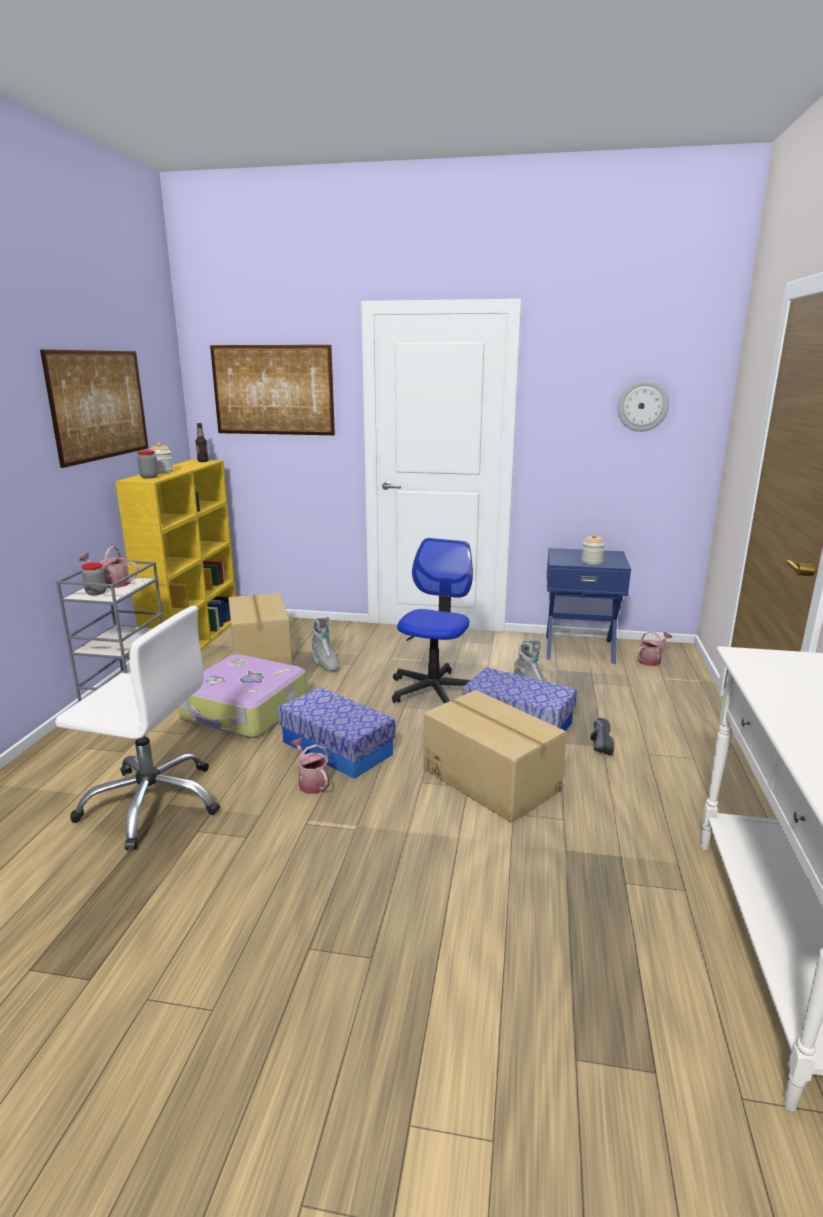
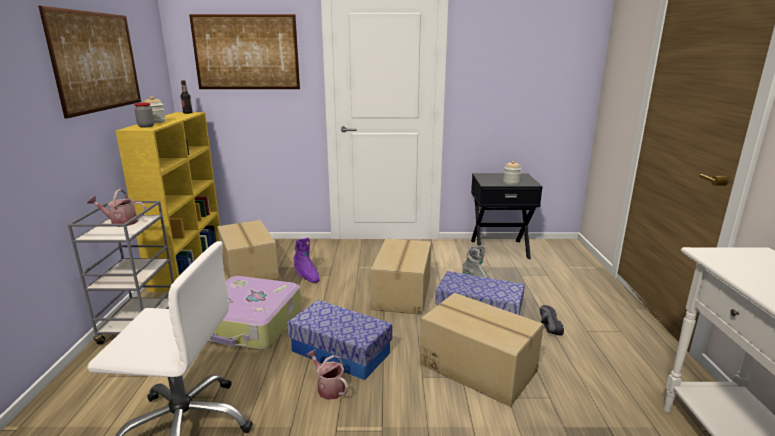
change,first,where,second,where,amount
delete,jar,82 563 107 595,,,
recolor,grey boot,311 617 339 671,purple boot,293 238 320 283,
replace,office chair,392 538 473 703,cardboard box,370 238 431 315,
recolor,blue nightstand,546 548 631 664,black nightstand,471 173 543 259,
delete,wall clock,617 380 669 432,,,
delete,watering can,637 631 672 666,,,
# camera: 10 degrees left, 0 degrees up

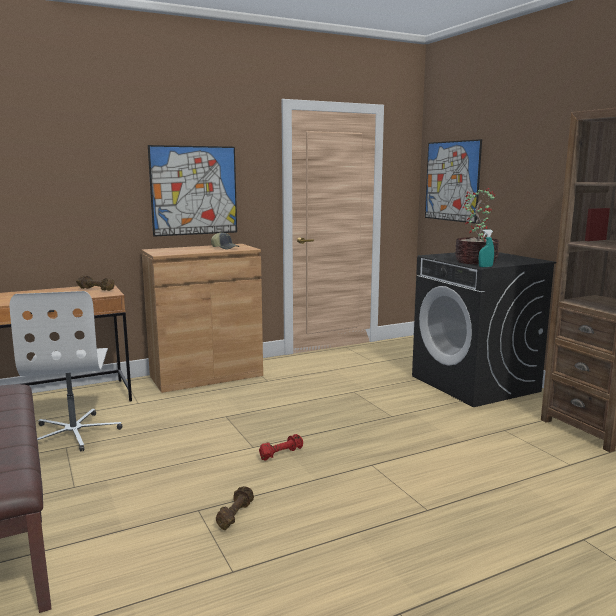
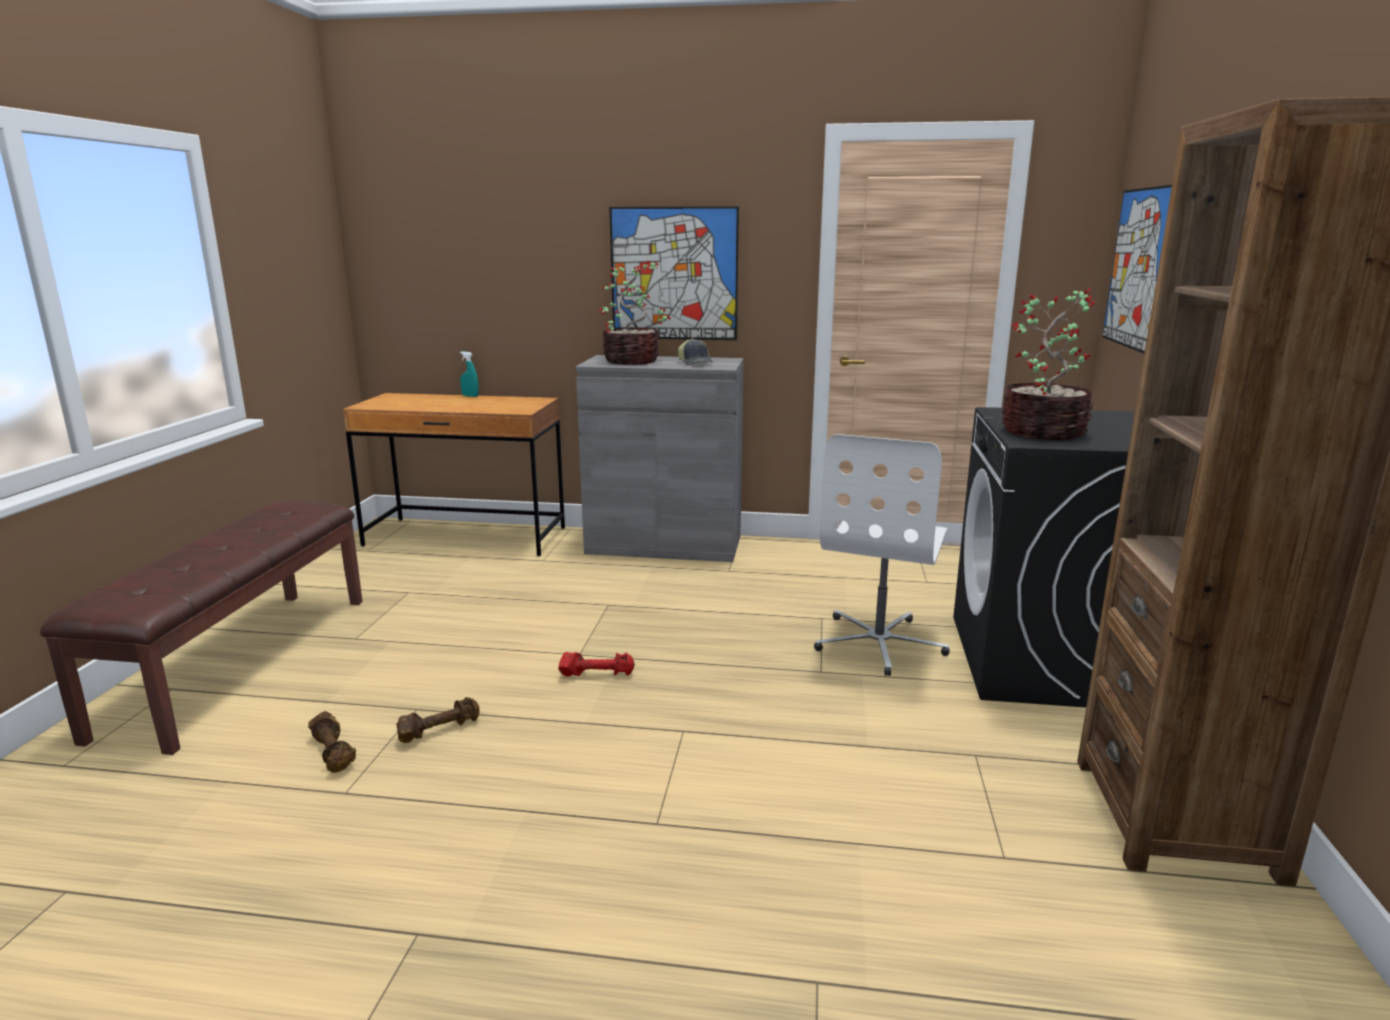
change,first,where,second,where,amount
move,white office chair,10 291 122 451,,814 434 950 676,
move,brown dumbbell,76 275 115 291,,308 711 356 773,
recolor,brown cabinet,141 244 263 393,grey cabinet,576 355 744 562,
move,turquoise spray bottle,479 230 494 267,,460 352 478 397,
insert,,,potted plant,599 261 671 365,
# camera: 35 degrees right, 5 degrees up

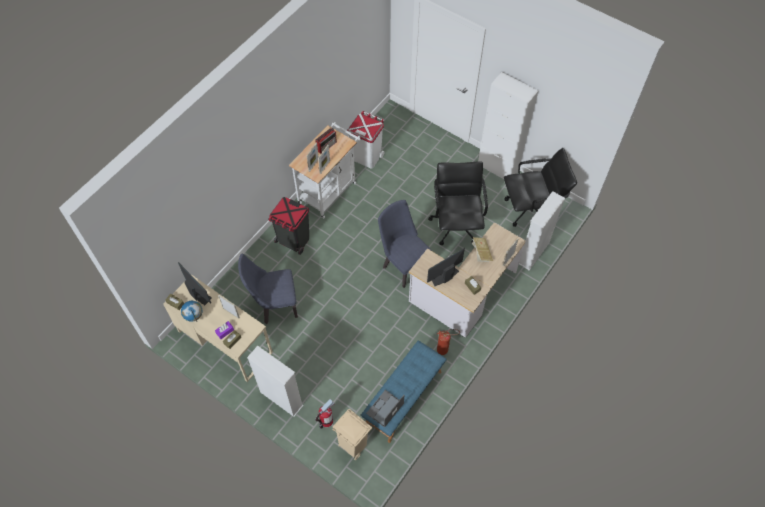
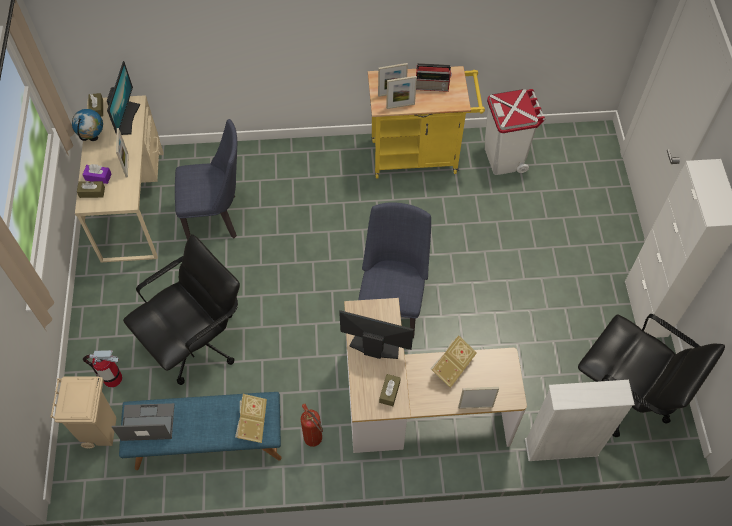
change,first,where,second,where,amount
rotate,blue chair,238 253 298 324,,175 119 237 240,135 degrees clockwise
delete,white bookcase,247 346 304 417,,,
delete,black trash can,268 197 309 255,,,
recolor,white cart,289 122 360 219,yellow cart,368 66 485 179,
move,black office chair,428 162 488 245,,123 234 240 385,
insert,,,book,235 394 267 443,
# camera: 50 degrees right, 0 degrees up

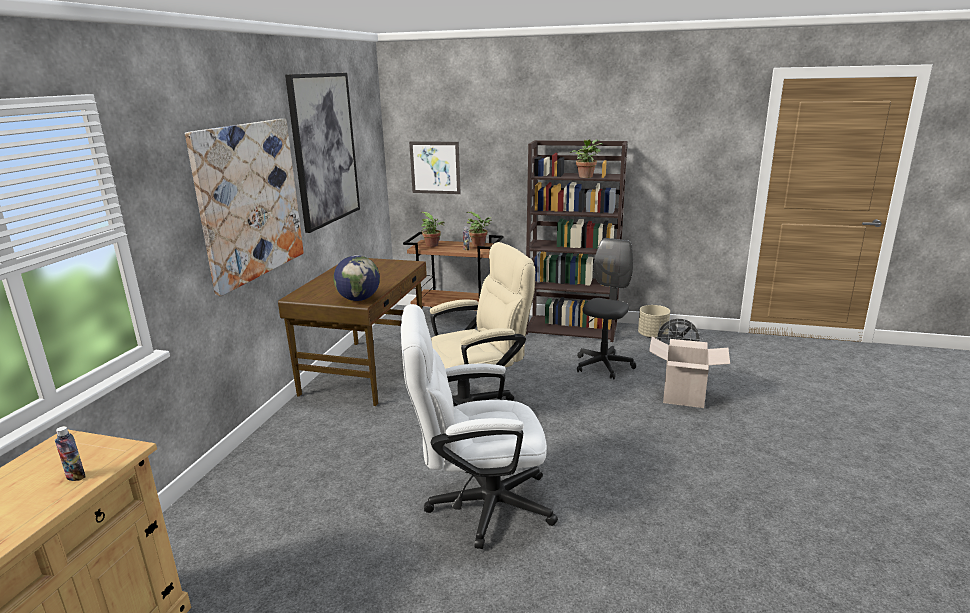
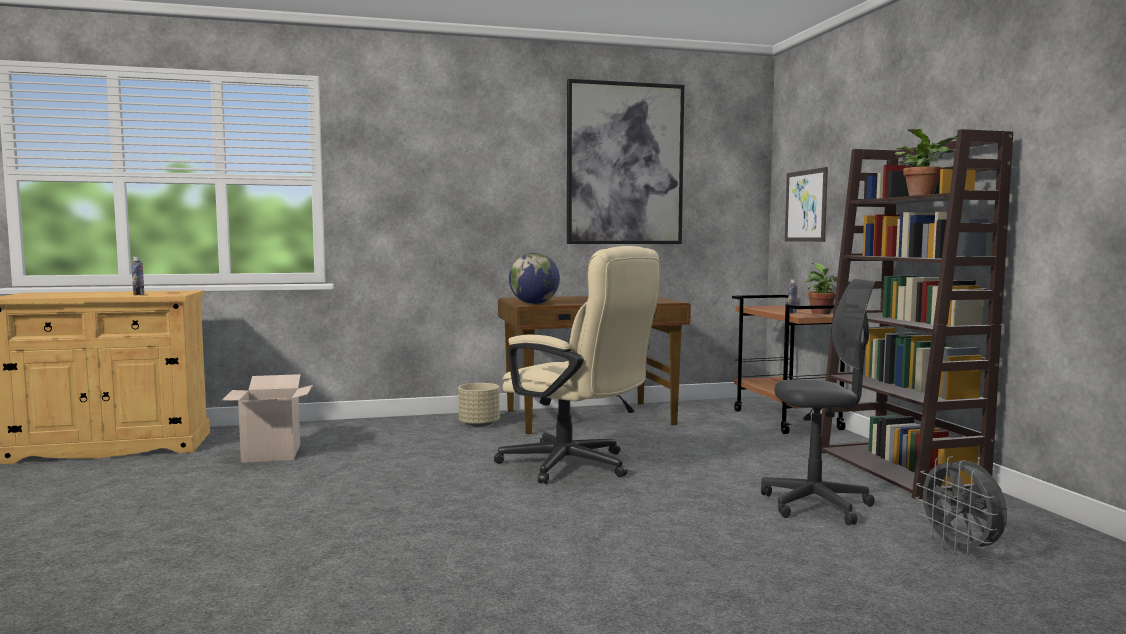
change,first,where,second,where,amount
delete,picture,185 119 304 296,,,
delete,white office chair,401 304 558 549,,,
delete,potted plant,421 212 445 247,,,
move,beige planter,638 305 670 338,,458 383 500 427,
move,cardboard box,649 337 730 408,,222 374 313 463,
# camera: 60 degrees right, 15 degrees down

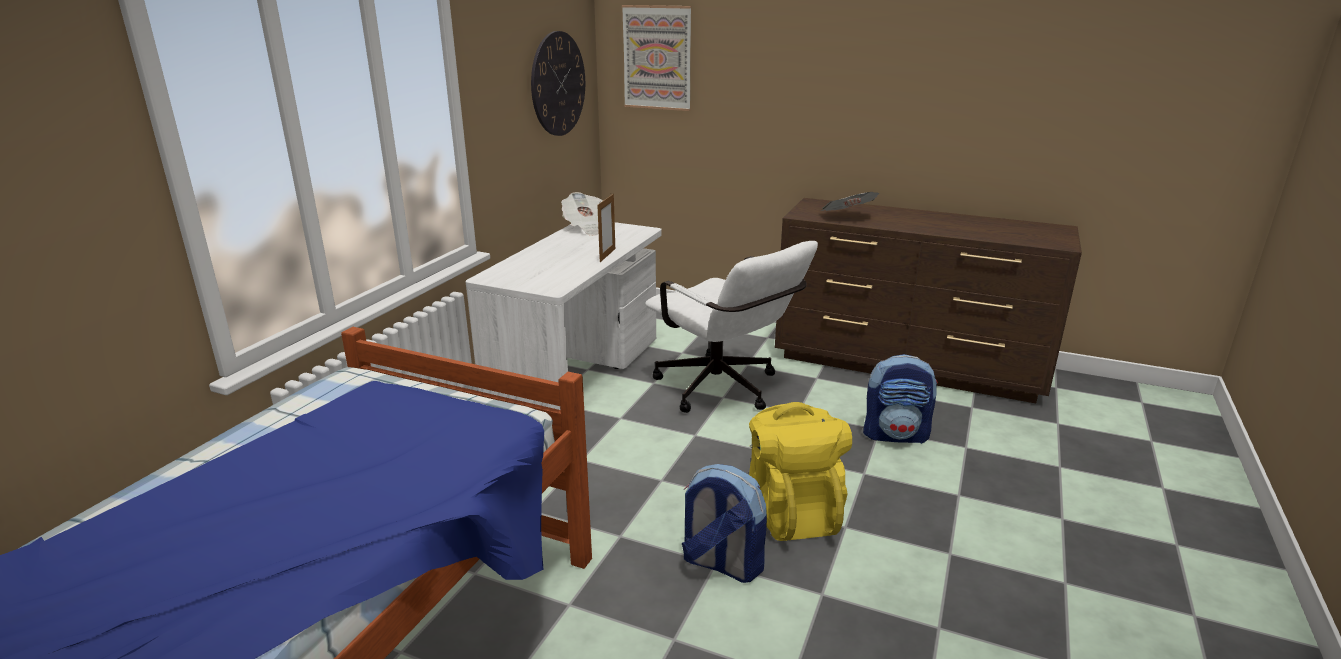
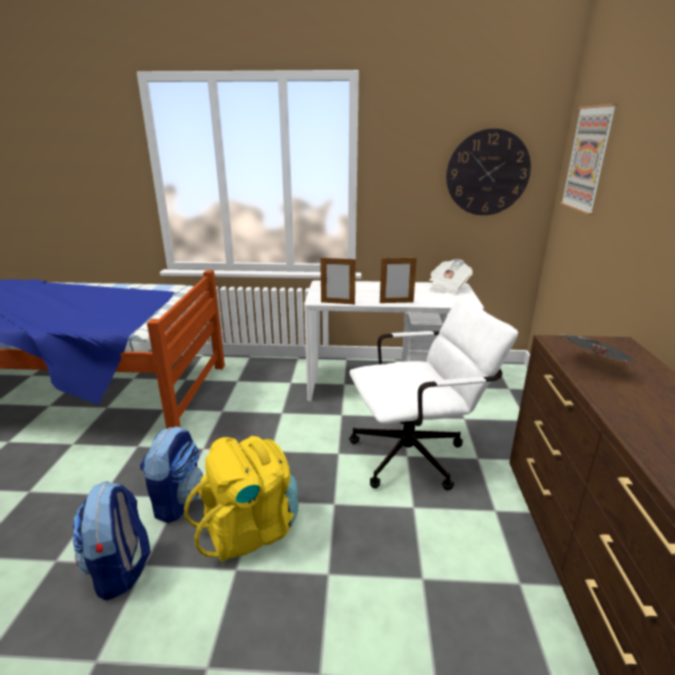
change,first,where,second,where,amount
rotate,white office chair,645 241 818 413,,349 296 518 491,135 degrees counterclockwise
move,backpack,863 354 938 444,,73 481 150 601,
insert,,,picture frame,320 257 356 304,
# camera: 70 degrees right, 0 degrees up

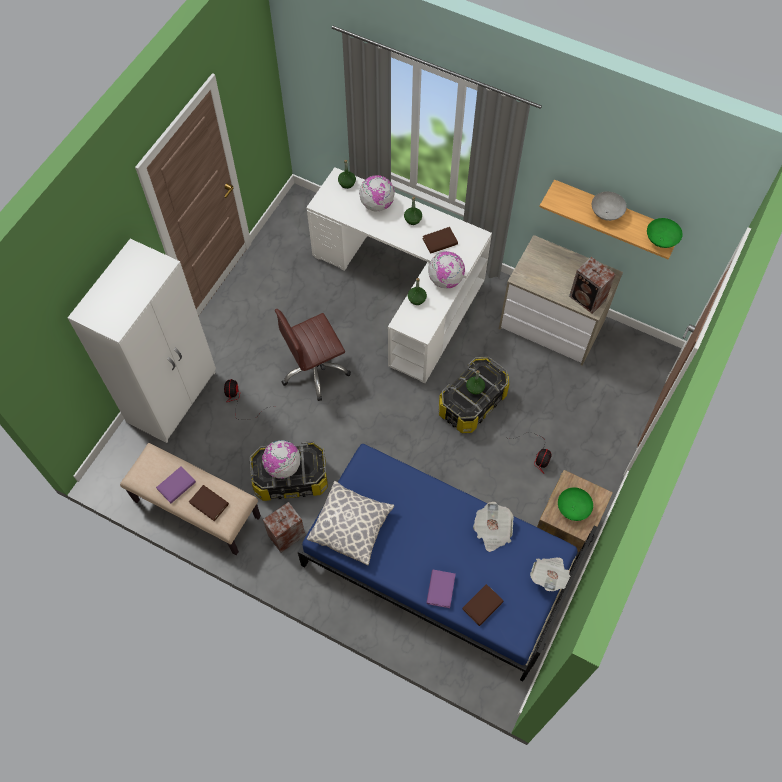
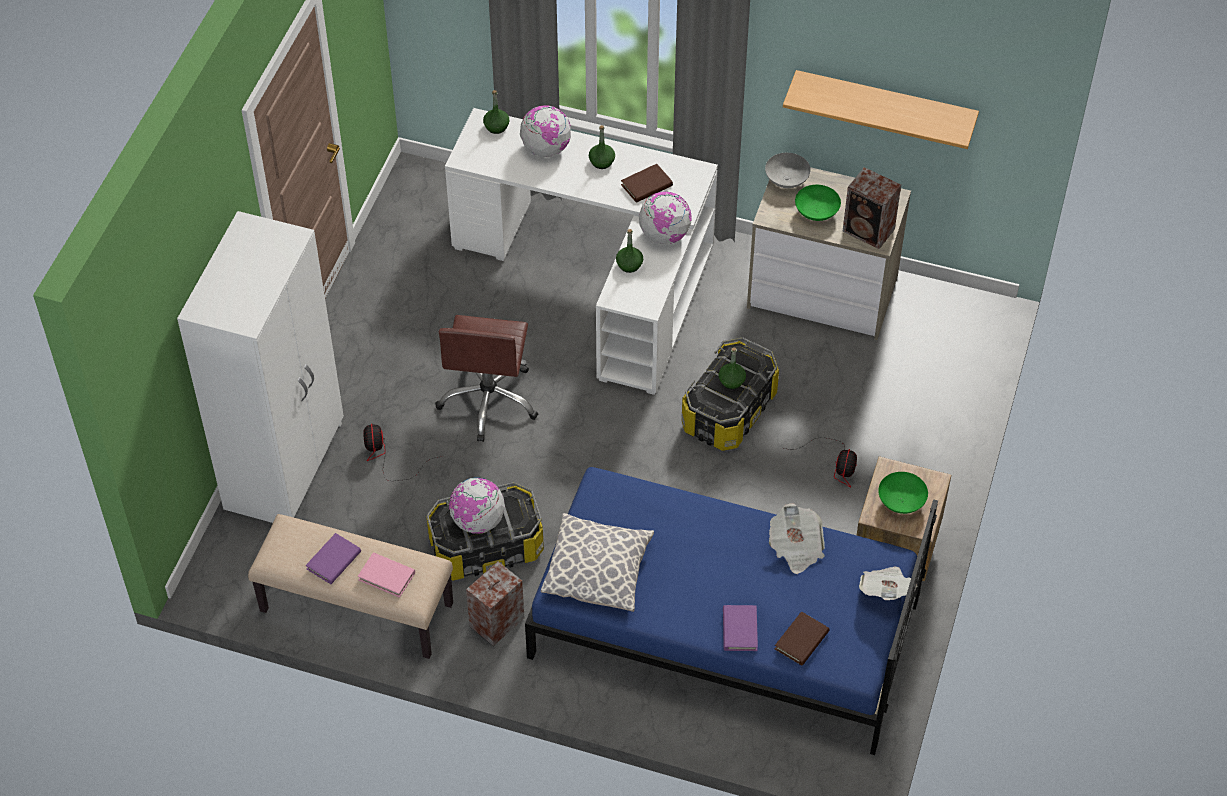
change,first,where,second,where,amount
recolor,brown book,189 485 229 521,pink book,358 552 415 598,
rotate,brown office chair,275 309 351 401,,435 315 538 442,45 degrees counterclockwise
move,grey bowl,592 191 627 221,,765 153 811 188,
move,green bowl,647 218 683 248,,795 185 841 221,
# camera: 10 degrees left, 10 degrees down

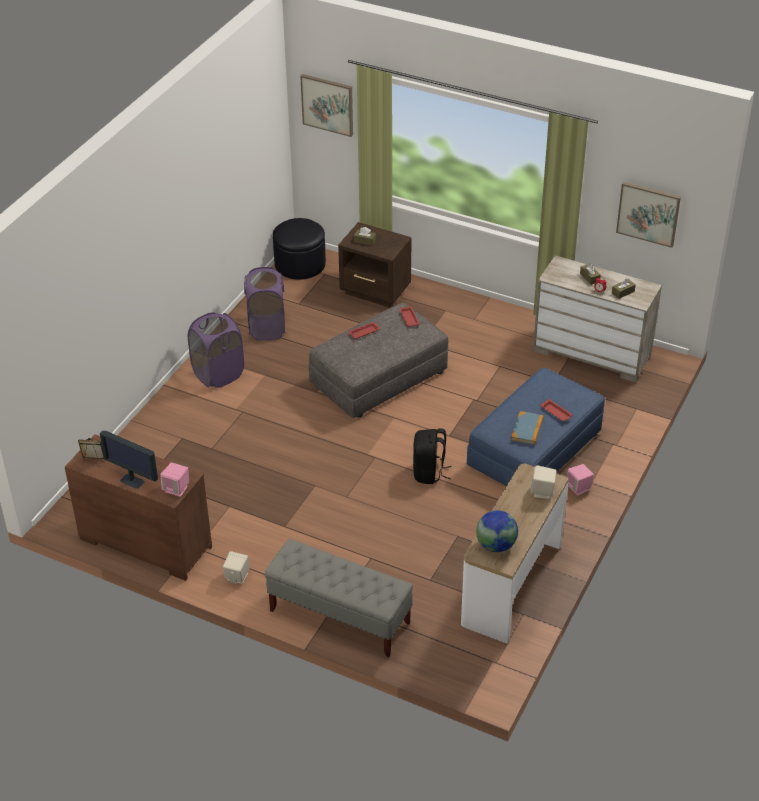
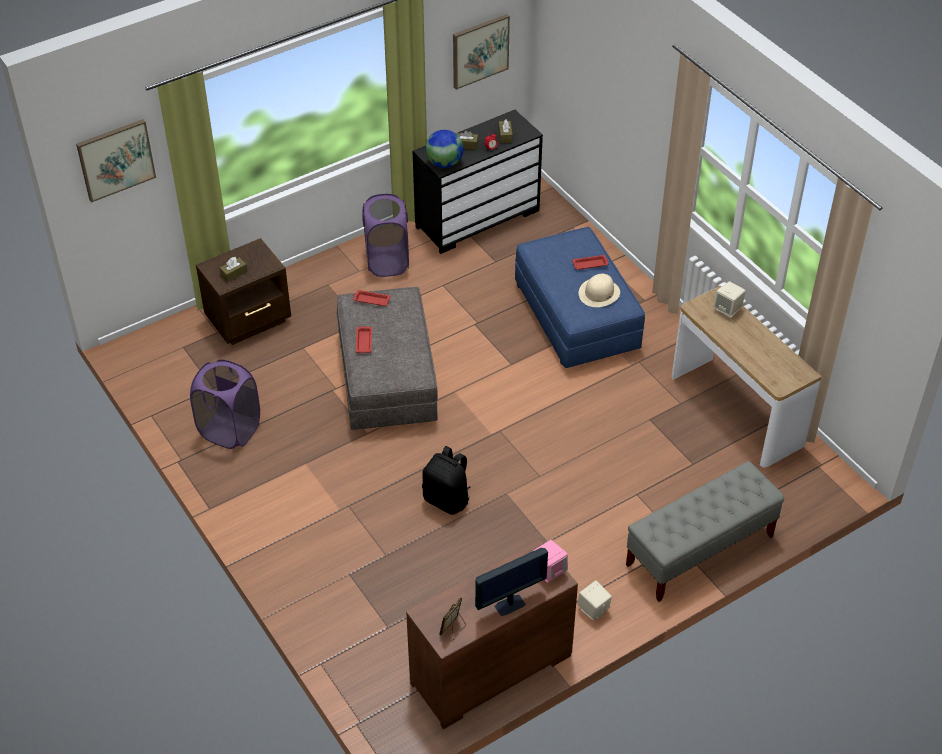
change,first,where,second,where,amount
move,purple laundry basket,188 312 244 388,,362 194 409 277,
delete,black ottoman,273 218 326 280,,,
move,black backpack,413 428 452 484,,422 446 471 515,
move,globe,476 510 518 552,,425 130 463 168,
replace,book,511 411 544 445,beige hat,579 274 620 307,
recolor,beige dresser,533 255 662 382,black dresser,413 110 543 254,
delete,pink speaker,566 464 594 496,,,
# camera: 60 degrees left, 5 degrees up

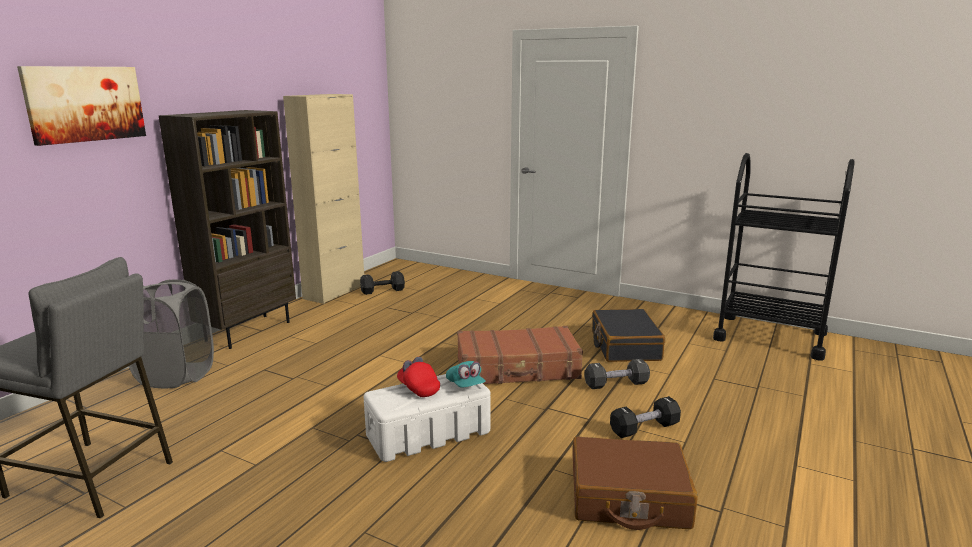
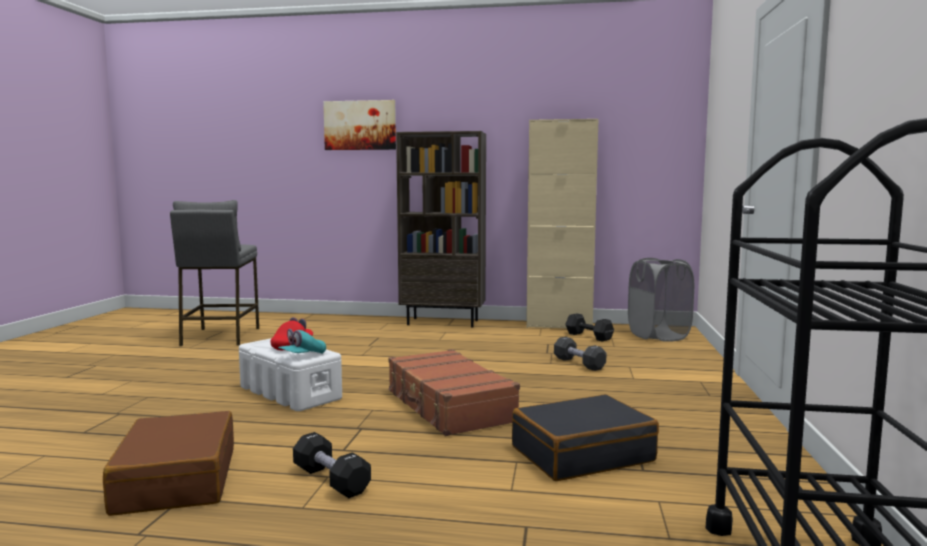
change,first,where,second,where,amount
move,grey laundry basket,129 280 214 388,,628 258 694 342,
move,black dumbbell,584 359 650 389,,554 337 606 371,
# camera: 70 degrees right, 10 degrees down

